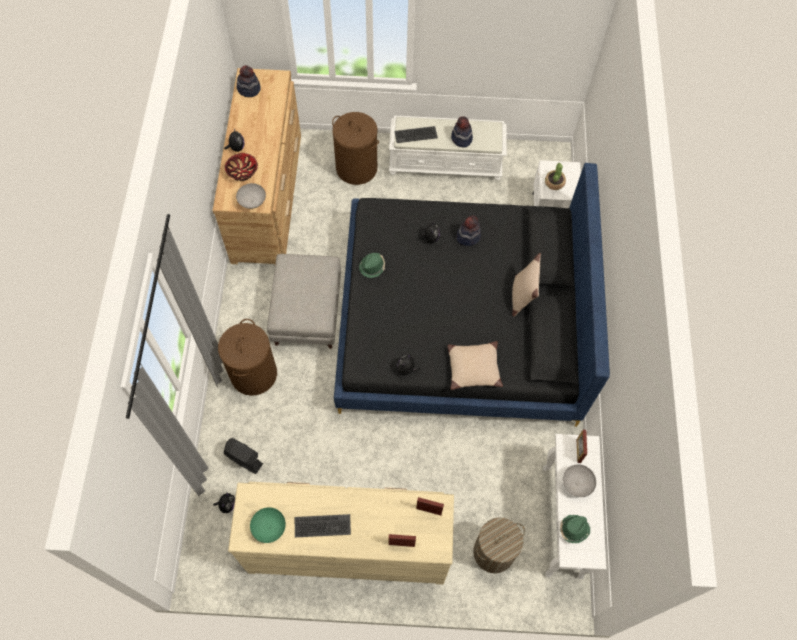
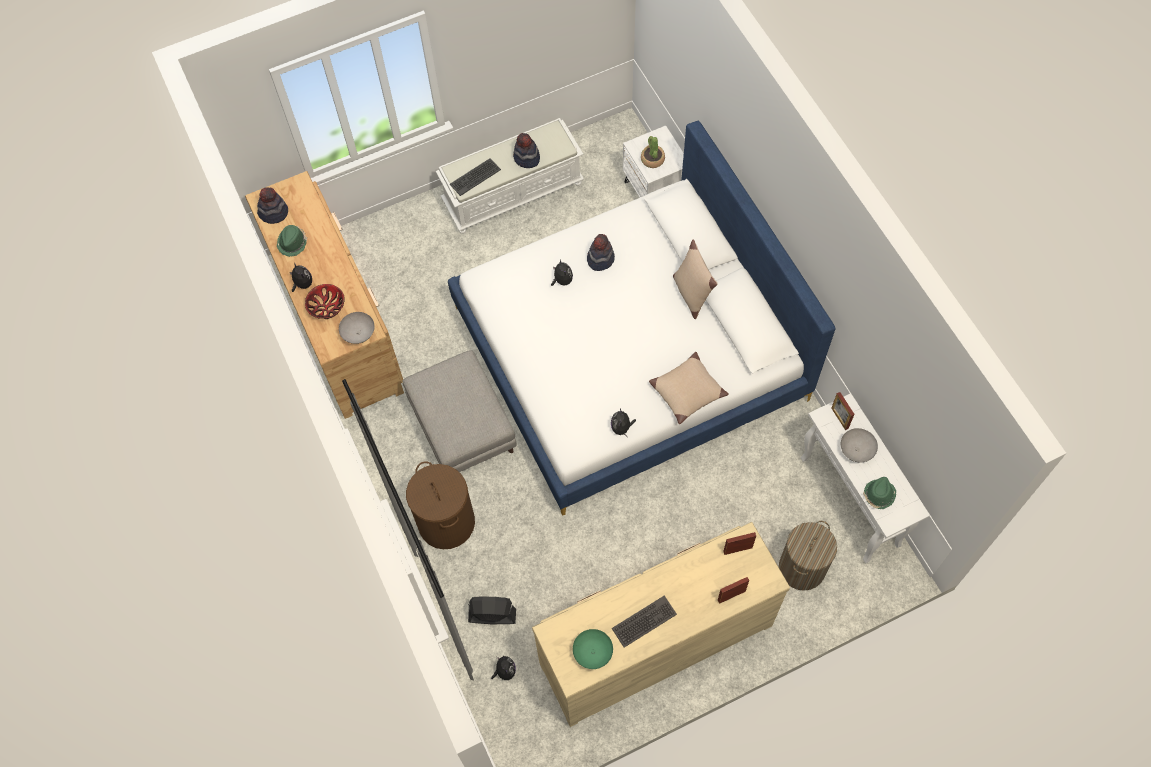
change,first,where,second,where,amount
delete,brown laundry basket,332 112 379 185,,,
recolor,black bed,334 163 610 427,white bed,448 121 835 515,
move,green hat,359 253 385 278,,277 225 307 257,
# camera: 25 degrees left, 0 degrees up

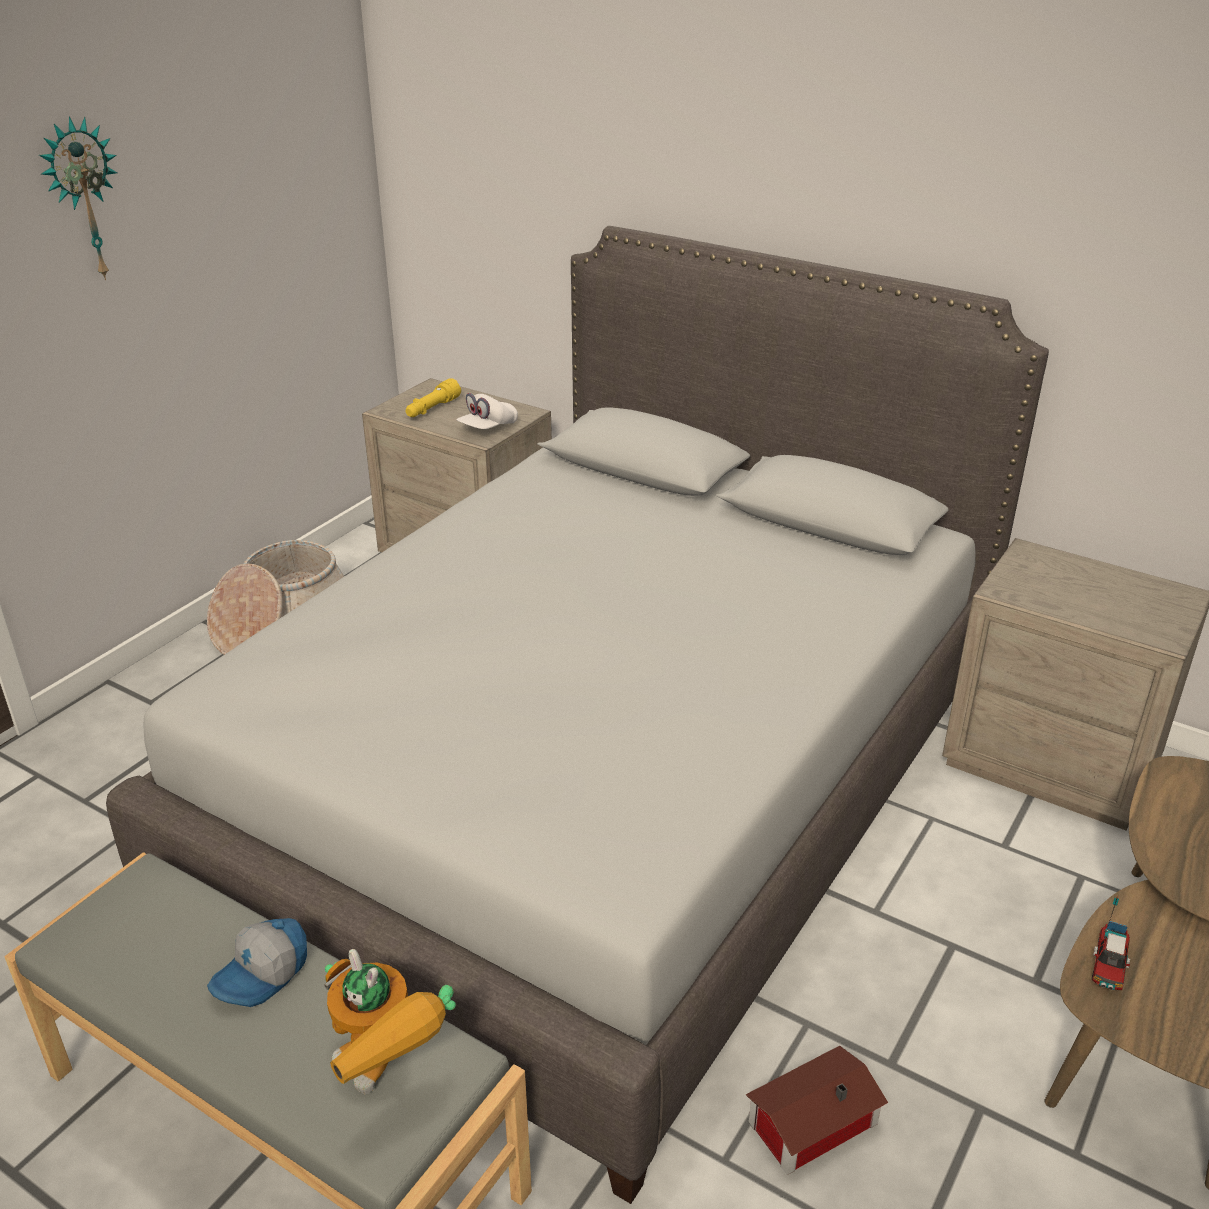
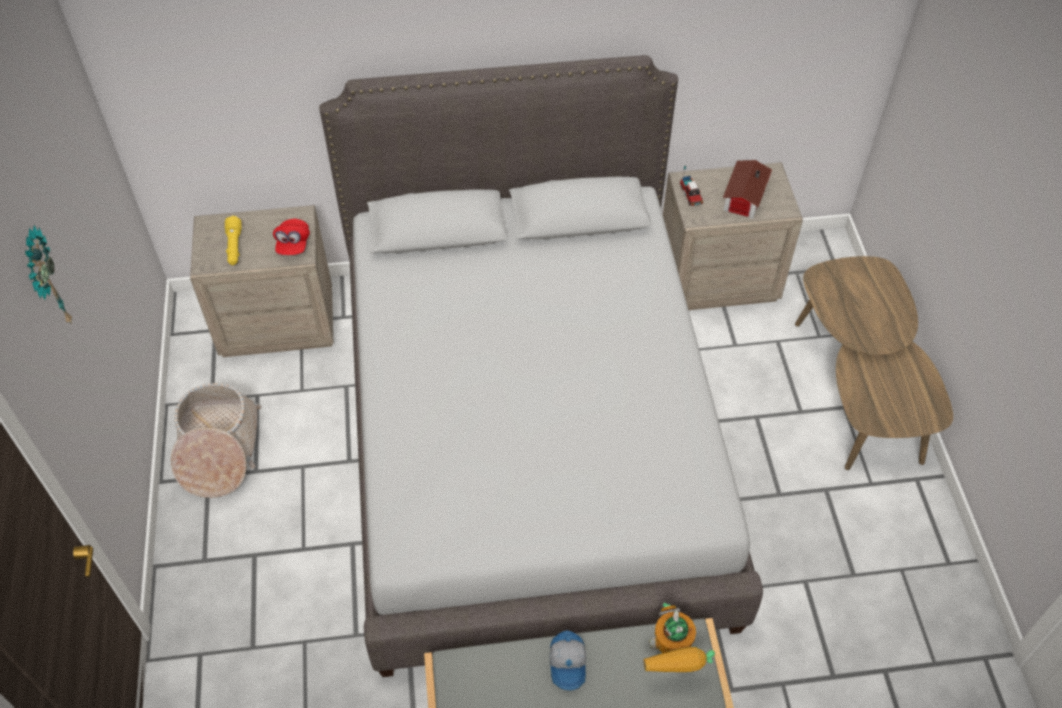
change,first,where,second,where,amount
rotate,toy robot,324 949 456 1094,,644 603 715 672,75 degrees clockwise
recolor,white cap,457 393 518 429,red cap,273 219 310 255,
move,toy house,746 1046 888 1175,,723 160 772 218,
move,toy truck,1092 896 1130 990,,680 166 703 206,
# camera: 40 degrees left, 20 degrees up

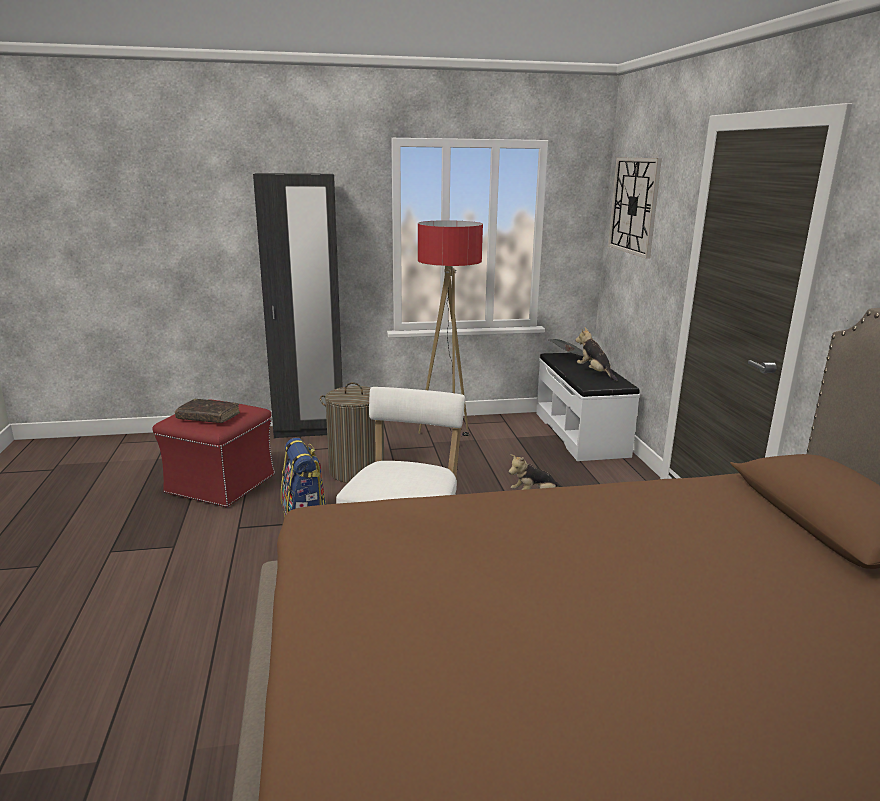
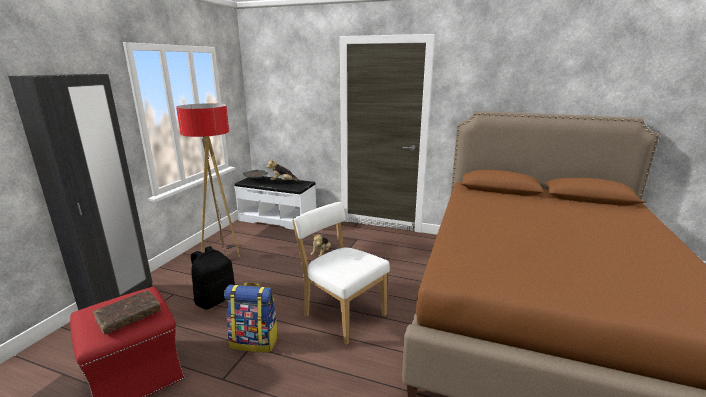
change,first,where,second,where,amount
replace,laundry basket,320 382 384 483,black backpack,191 246 235 309,
delete,wall clock,608 157 662 259,,,
# camera: 60 degrees left, 0 degrees up

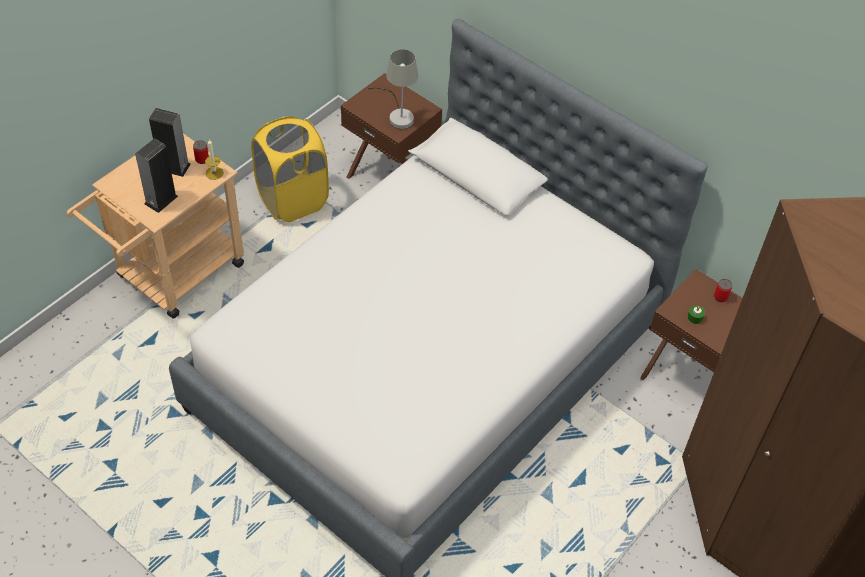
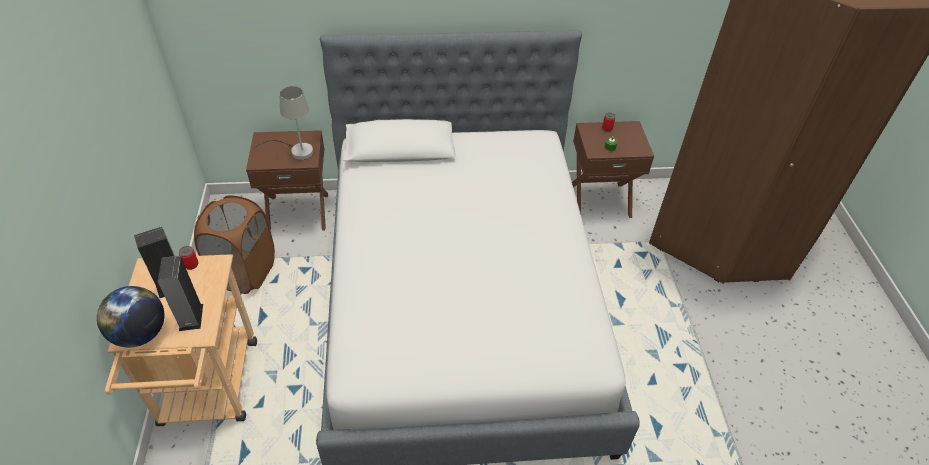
change,first,where,second,where,amount
delete,candle,205 139 224 180,,,
recolor,yellow laundry basket,251 116 329 222,brown laundry basket,194 195 275 294,
insert,,,globe,97 286 164 347,
# camera: 45 degrees left, 5 degrees down

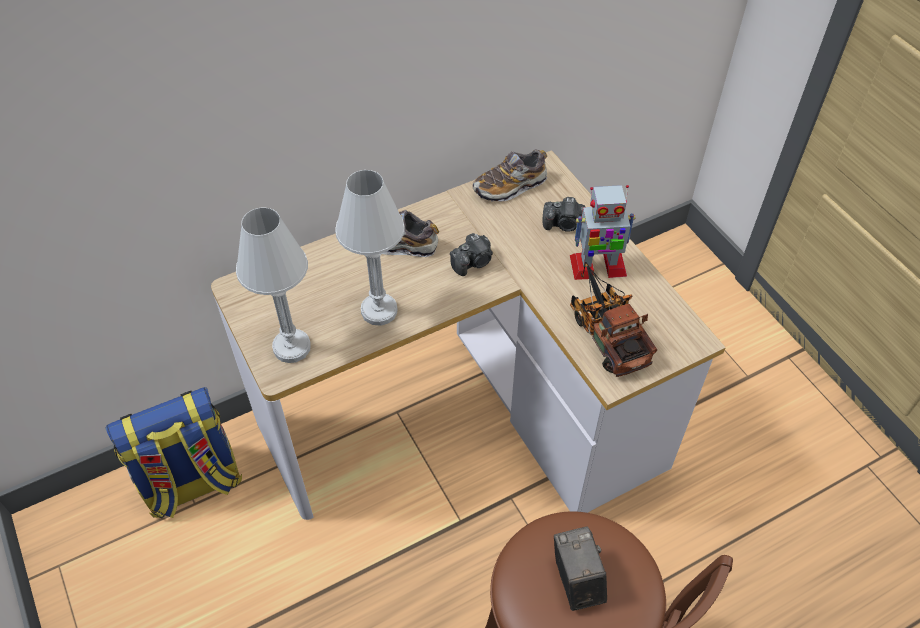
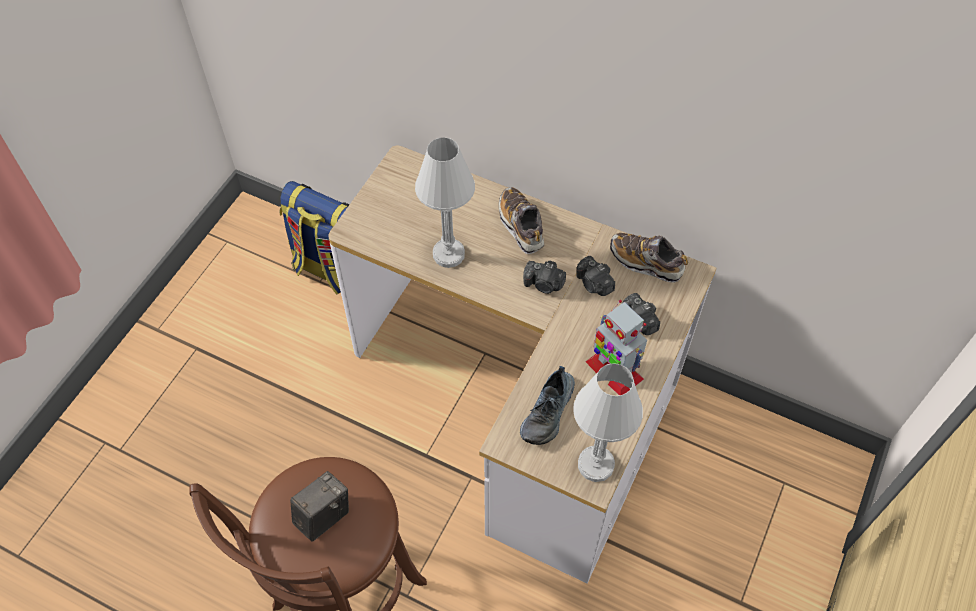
change,first,where,second,where,amount
move,white table lamp,236 207 311 363,,573 363 643 482,
replace,toy truck,570 262 657 377,shoe,520 366 575 445,
insert,,,photo camera,576 256 615 296,
# camera: 55 degrees right, 5 degrees up

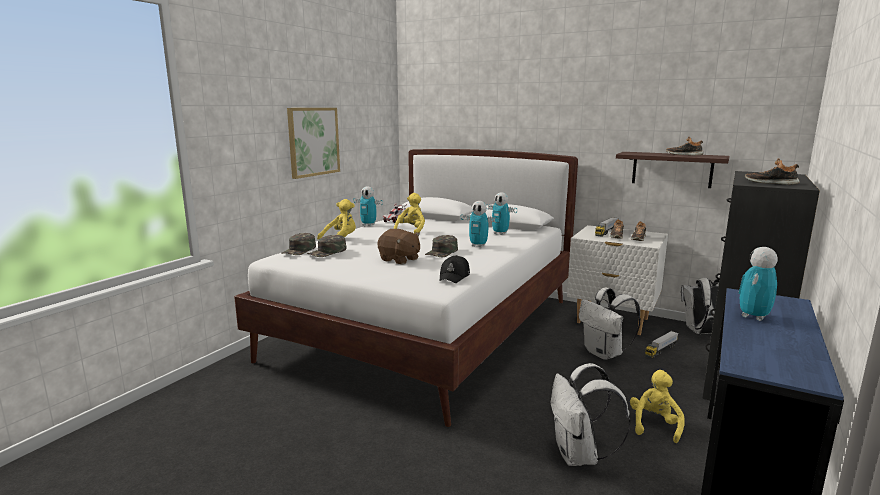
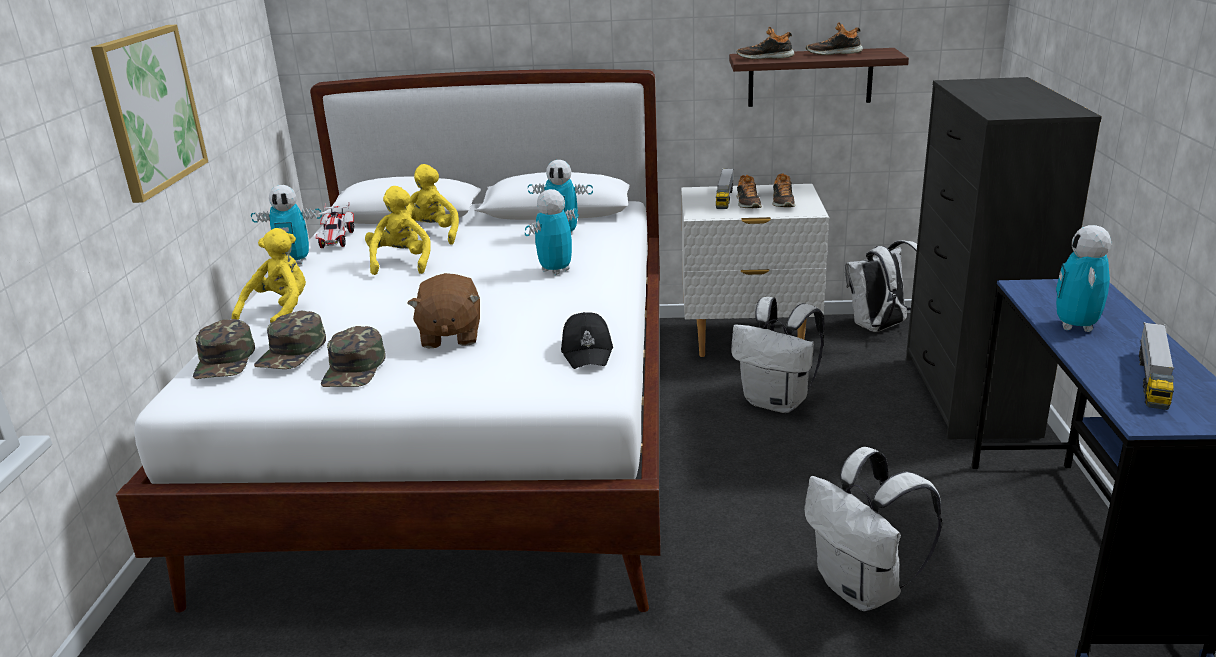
change,first,where,second,where,amount
rotate,brown plush toy,377 229 420 265,,407 273 480 348,75 degrees clockwise
move,green cap,425 235 458 257,,321 326 386 387,
rotate,toy robot,461 201 498 247,,525 189 579 275,135 degrees clockwise
move,yellow plush toy,630 370 685 443,,406 164 459 245,
move,toy truck,645 331 678 358,,1139 322 1174 410,
move,shoe,745 158 800 185,,737 27 795 59,
# camera: 25 degrees left, 10 degrees up

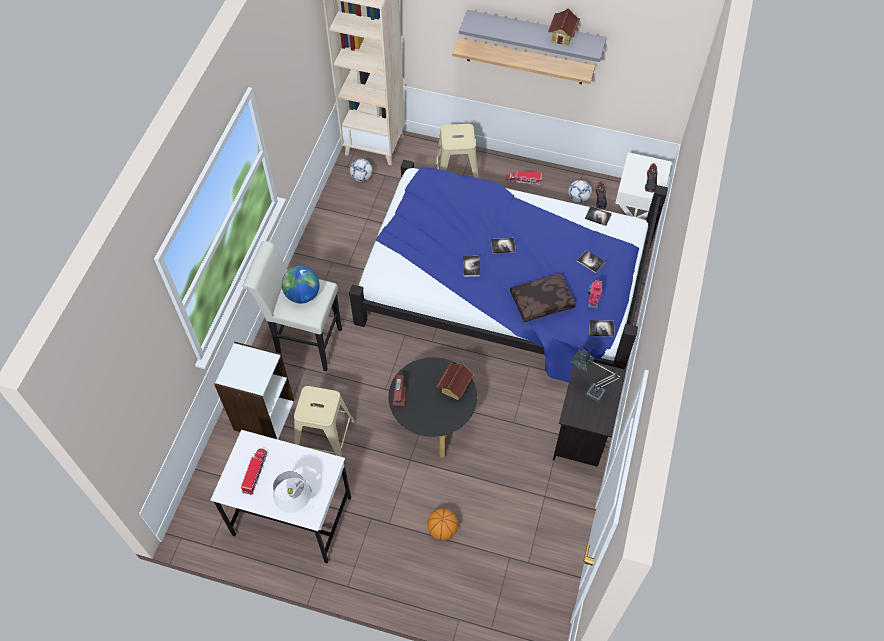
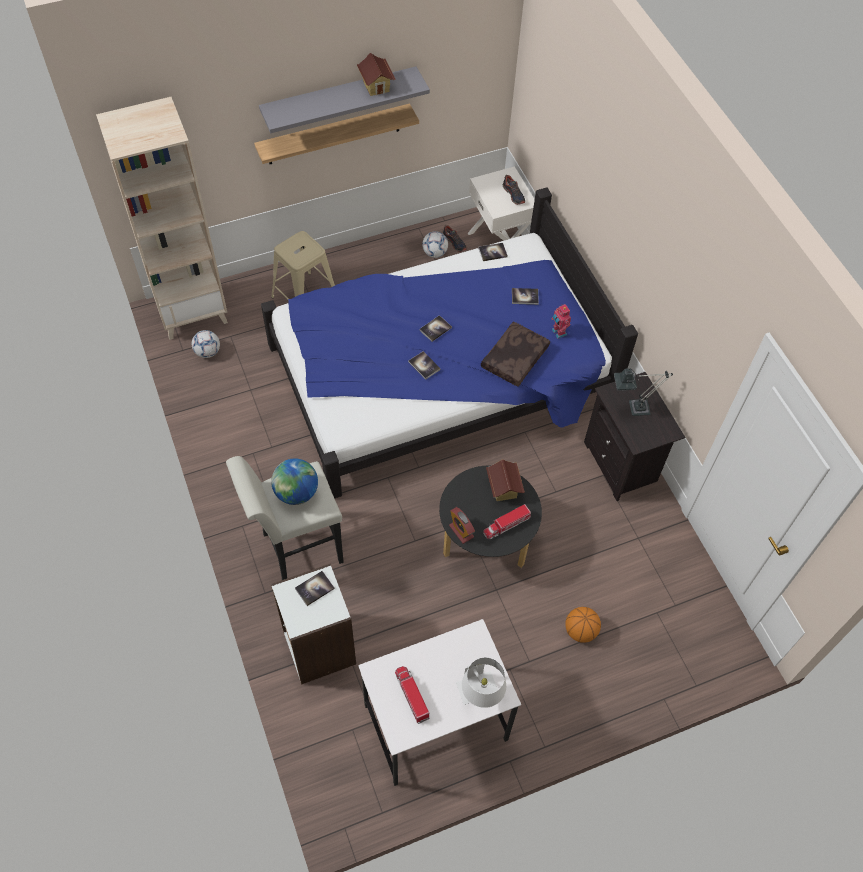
change,first,where,second,where,amount
delete,beige stool,294 386 355 457,,,
move,toy truck,506 170 542 184,,483 504 531 539,
move,book,589 320 615 337,,295 571 335 606,
# camera: 40 degrees left, 0 degrees up

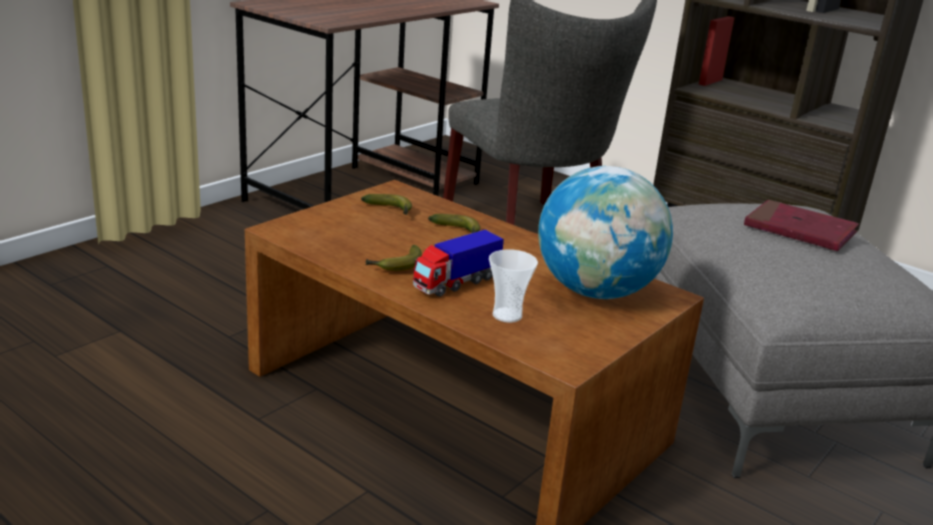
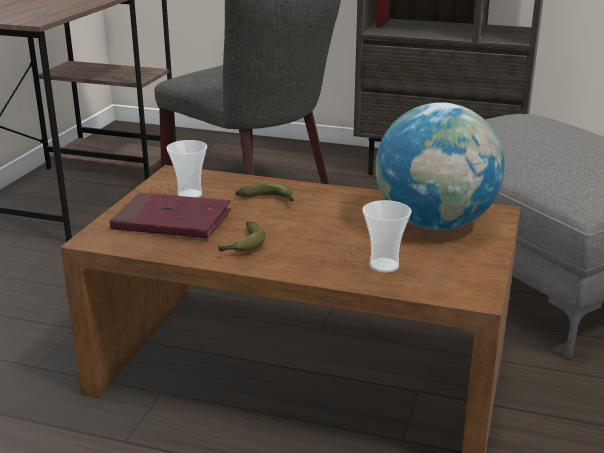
change,first,where,second,where,amount
replace,banana,361 194 412 215,cup,166 140 207 198,
delete,toy truck,413 230 504 297,,,
move,red book,744 200 859 251,,110 193 231 239,
# camera: 20 degrees left, 0 degrees up

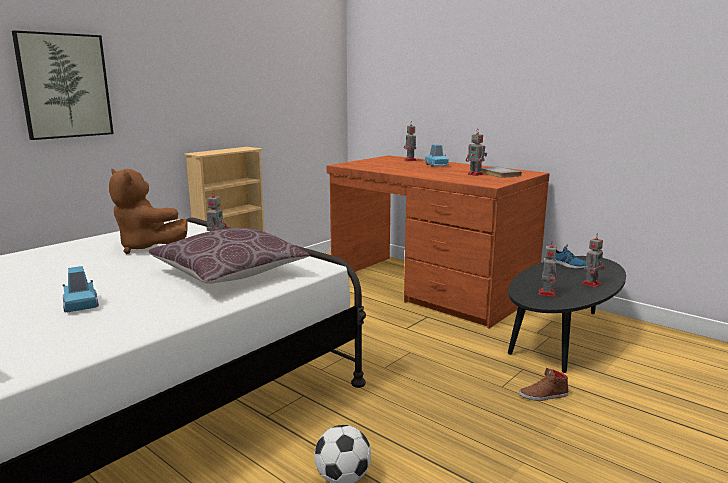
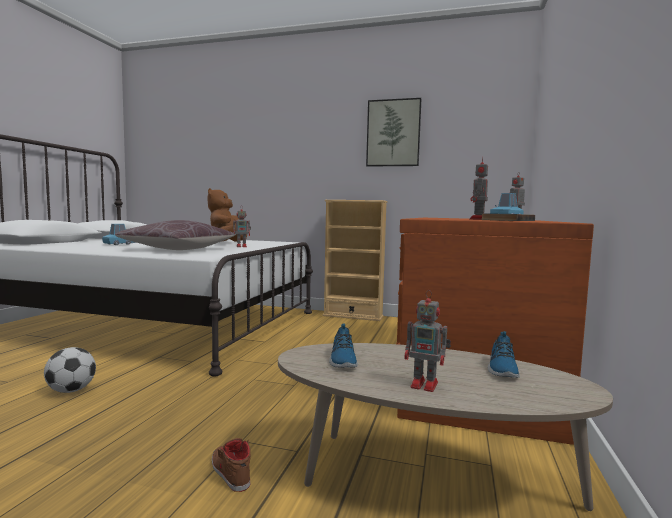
change,first,where,second,where,amount
move,picture,12 30 114 140,,366 98 421 167,
recolor,black coffee table,508 256 626 373,beige coffee table,278 343 613 511,
replace,toy robot,539 244 557 297,shoe,329 323 358 368,
# camera: 65 degrees right, 10 degrees down

